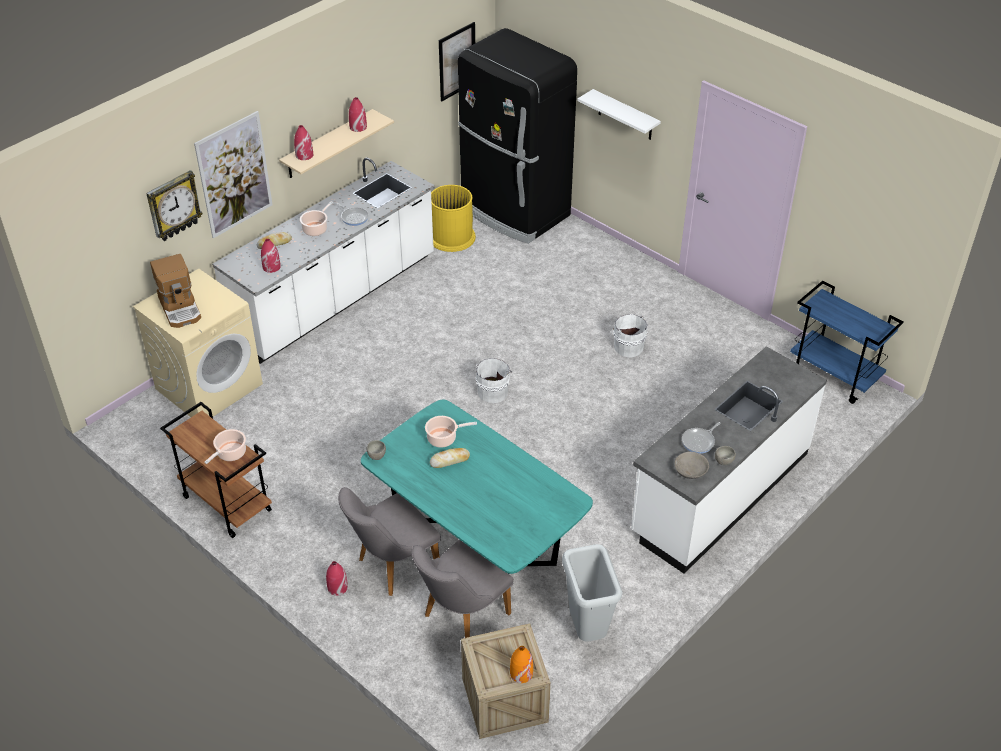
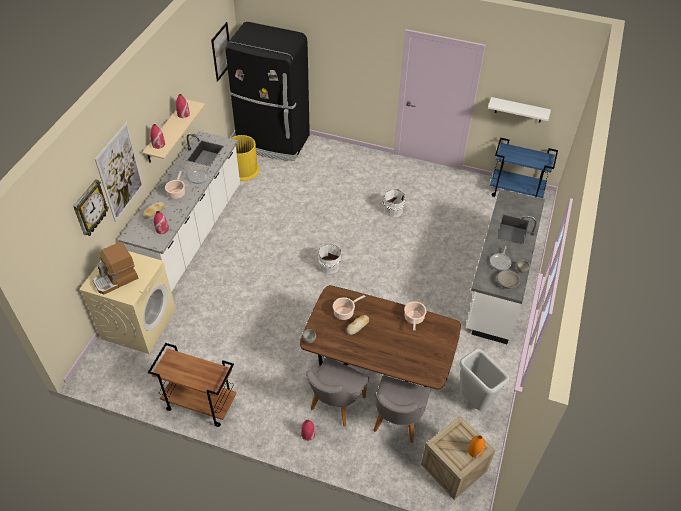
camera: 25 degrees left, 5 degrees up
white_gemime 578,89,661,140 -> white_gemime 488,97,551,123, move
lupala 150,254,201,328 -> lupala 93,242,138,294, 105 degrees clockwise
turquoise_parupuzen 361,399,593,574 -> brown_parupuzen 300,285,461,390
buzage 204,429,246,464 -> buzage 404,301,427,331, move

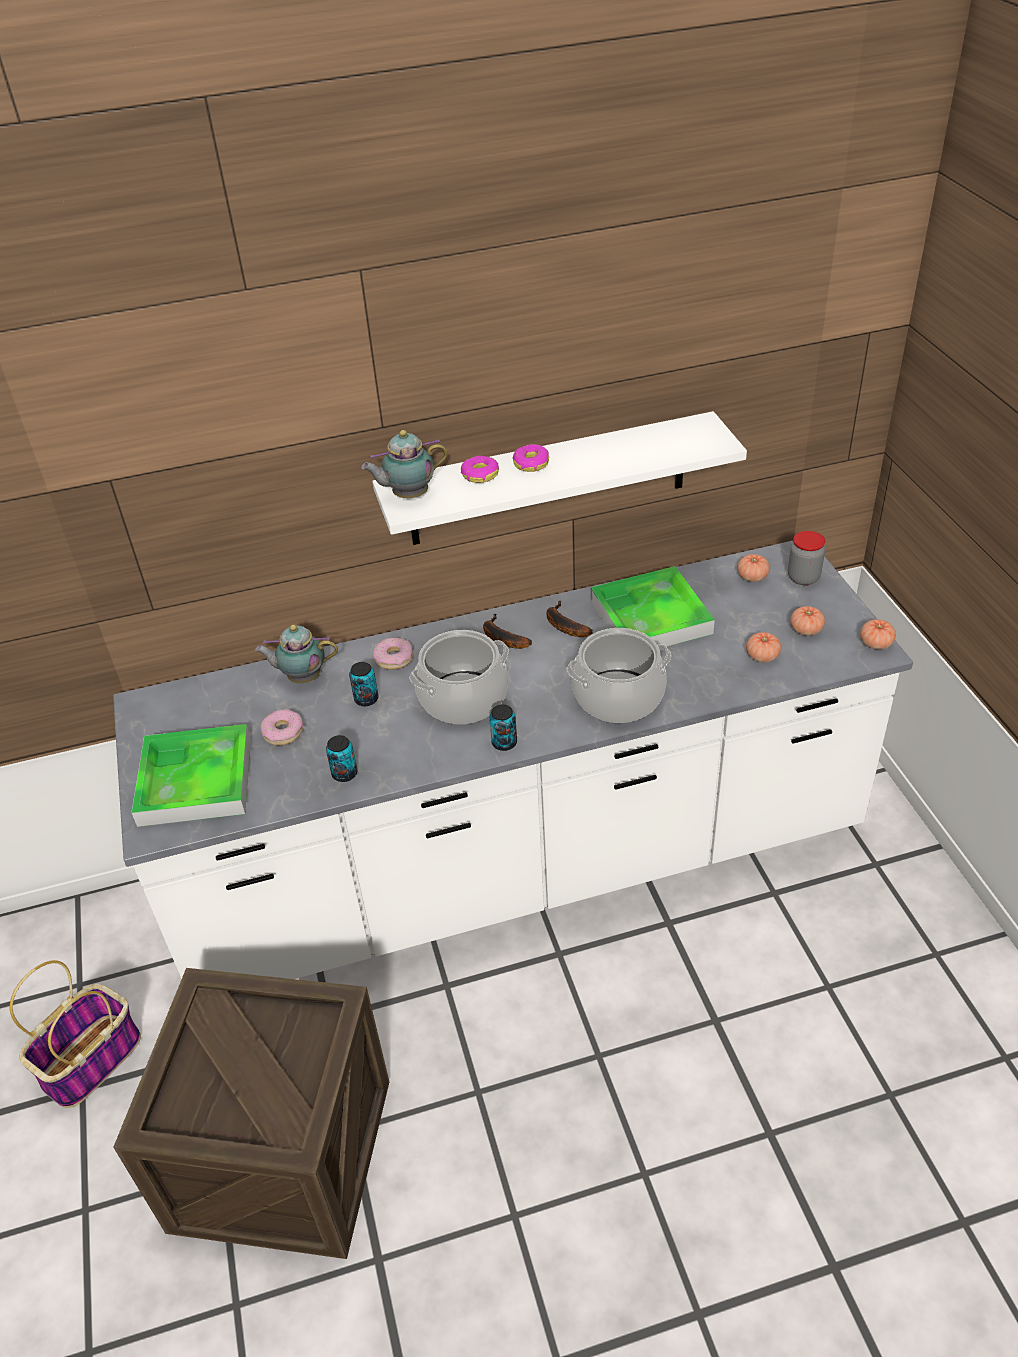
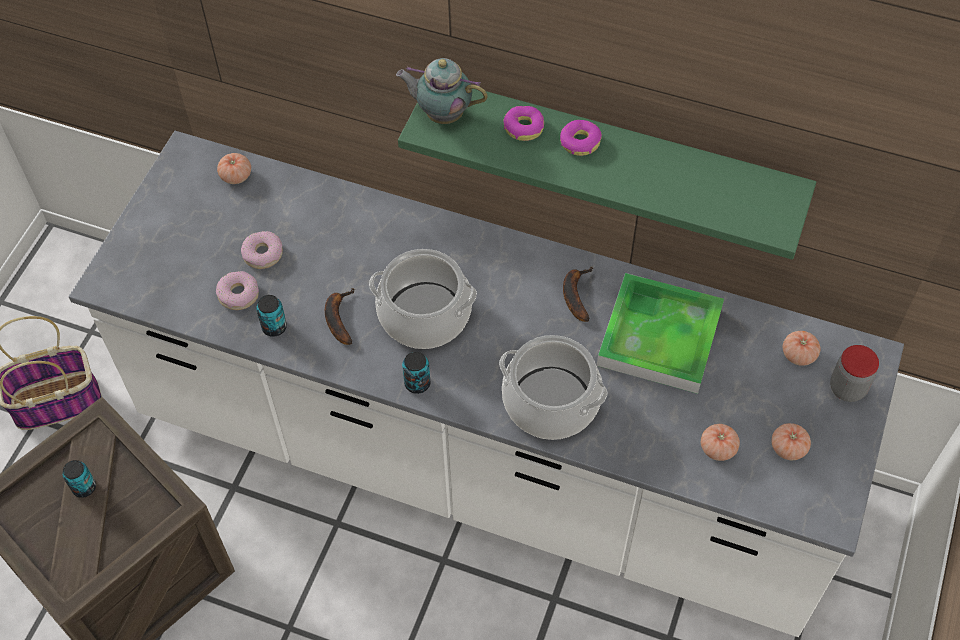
camera: 35 degrees right, 15 degrees up
white_gemime 372,411,747,545 -> green_gemime 398,89,816,260
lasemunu 483,614,532,649 -> lasemunu 325,288,355,345, move
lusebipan 860,619,896,649 -> lusebipan 217,153,251,184, move
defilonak 255,625,338,683 -> none
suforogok 373,638,413,670 -> suforogok 216,271,259,310, move
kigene 349,662,378,706 -> kigene 62,460,96,498, move
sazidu 131,724,251,827 -> none

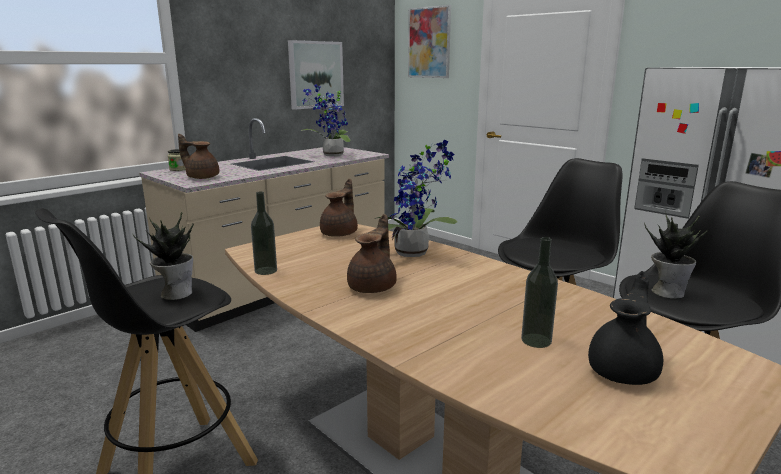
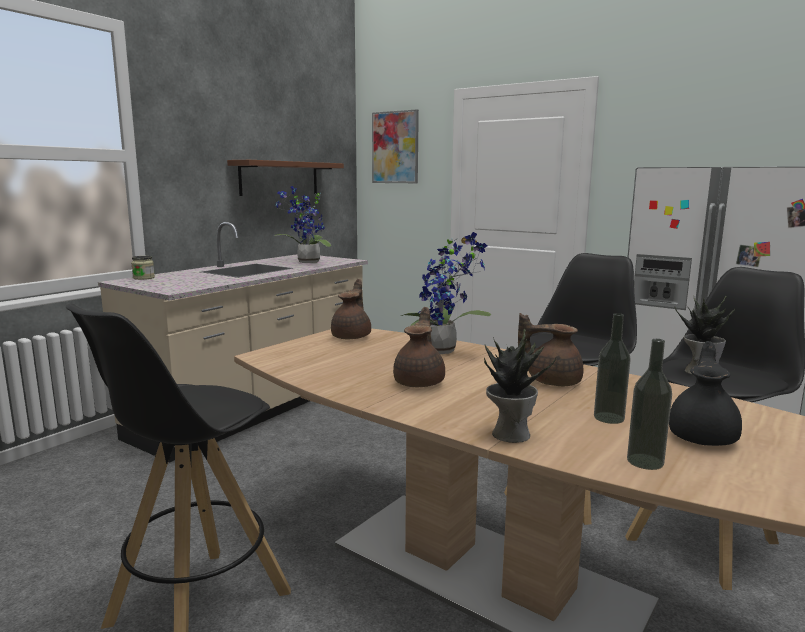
camera: 10 degrees left, 5 degrees down
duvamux 288,40,344,110 -> brown_gemime 227,160,344,196
brown_defilonak 178,134,219,179 -> brown_defilonak 518,313,584,386, move
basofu 251,191,277,275 -> basofu 627,339,672,470, move
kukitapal 132,212,194,300 -> kukitapal 484,329,556,443, move

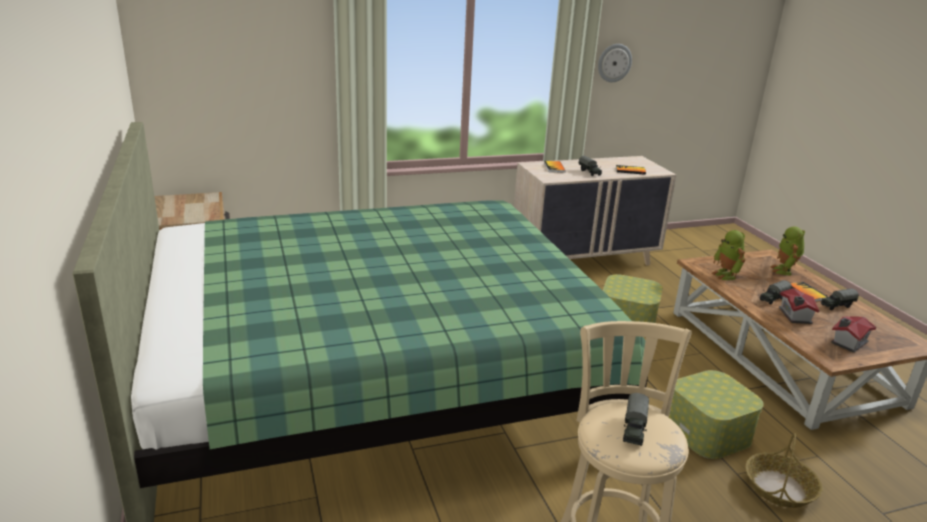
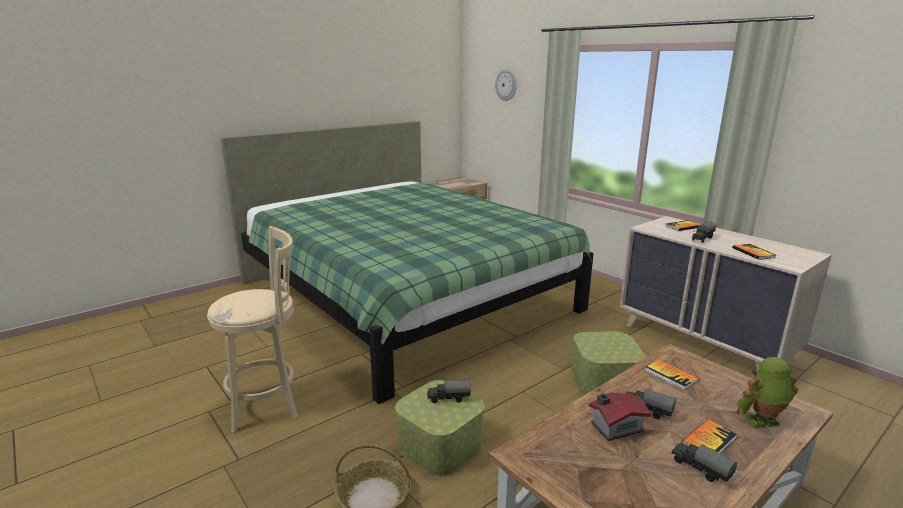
camera: 70 degrees right, 5 degrees down
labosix 598,44,632,82 -> labosix 495,70,517,101, move
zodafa 711,230,745,280 -> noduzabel 645,359,699,390
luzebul 831,316,876,353 -> none
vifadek 623,393,649,446 -> vifadek 427,380,470,403, move

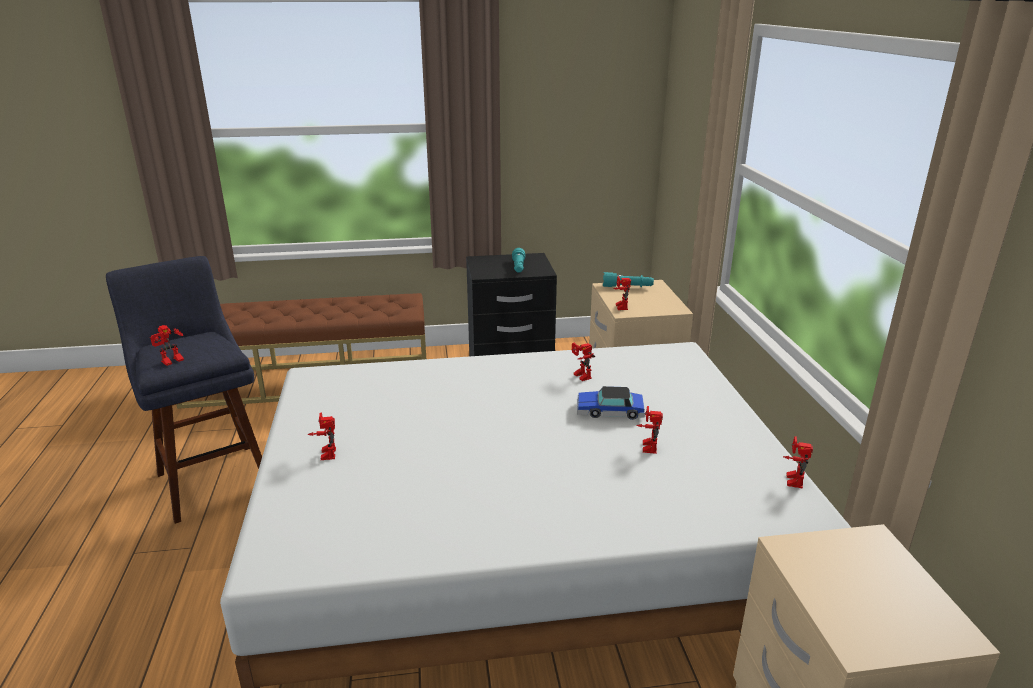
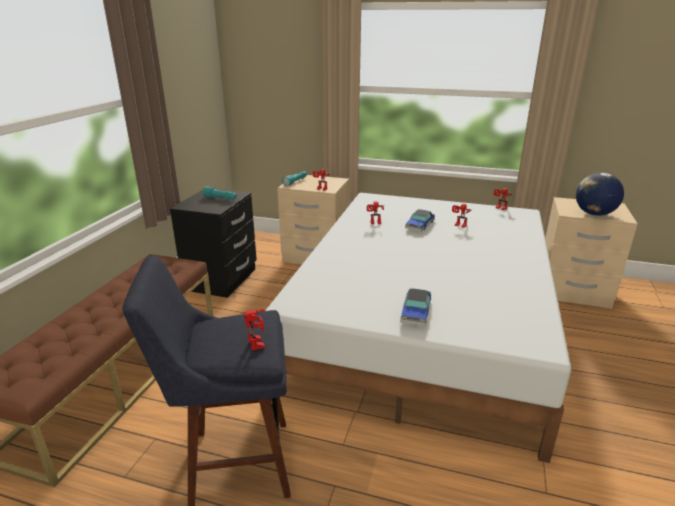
camera: 65 degrees left, 0 degrees up
zodafa 307,413,336,460 -> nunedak 400,288,431,326
none -> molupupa 576,173,624,216

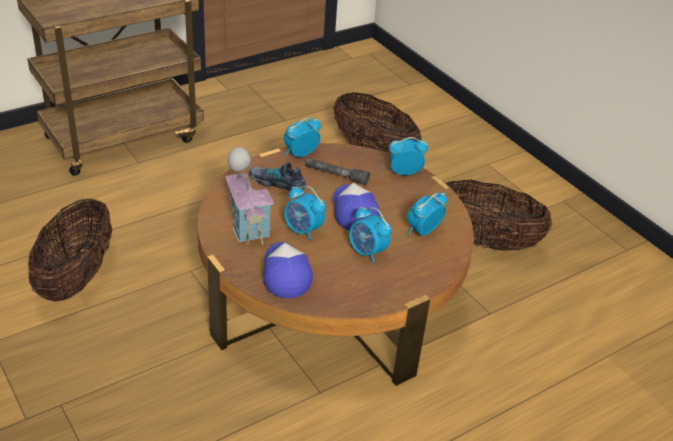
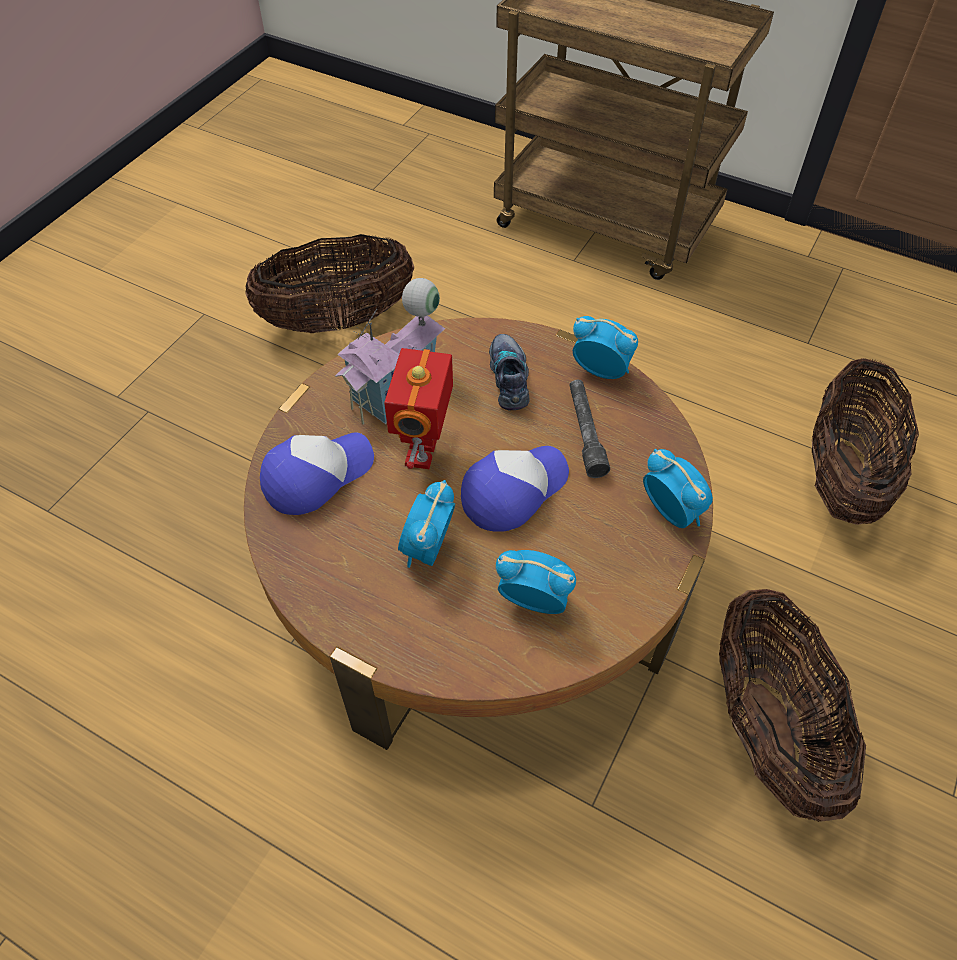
camera: 65 degrees right, 15 degrees up
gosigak 284,186,326,240 -> zodafa 384,348,453,469

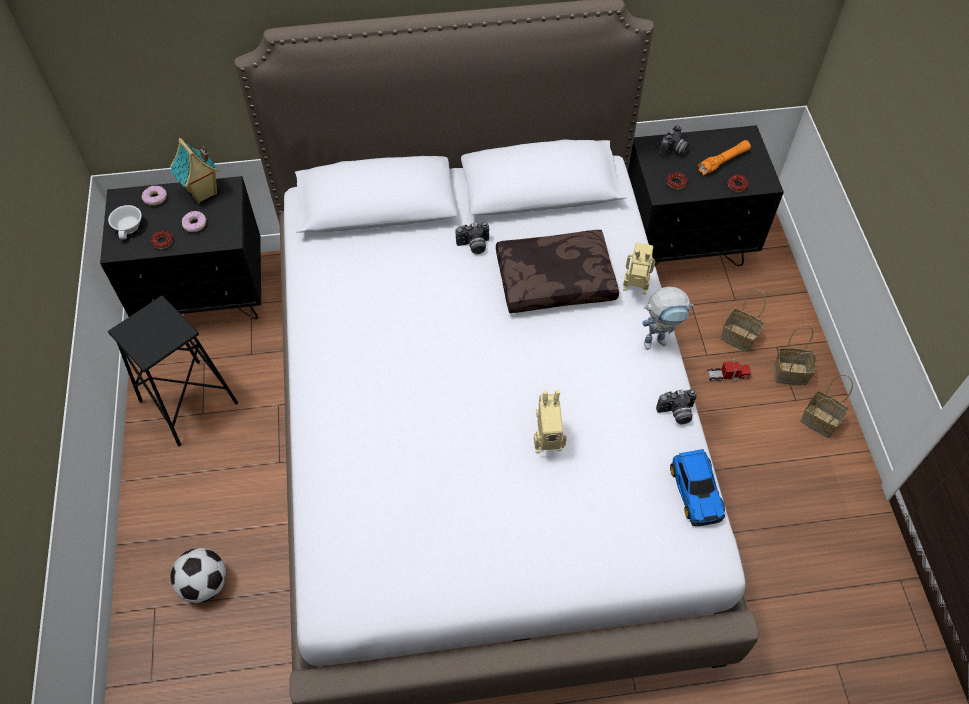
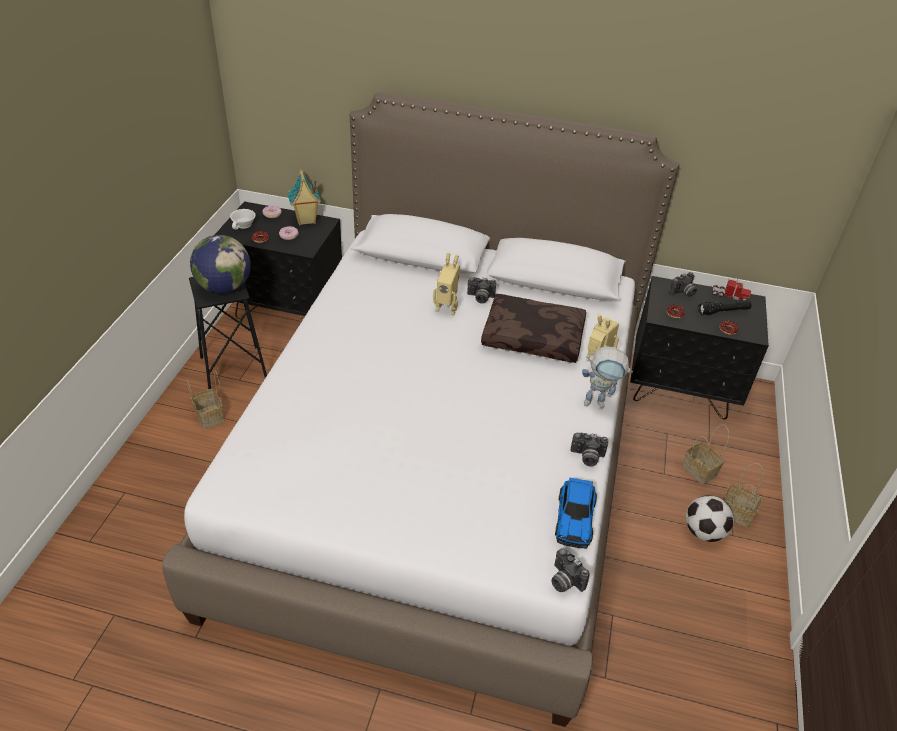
camera: 20 degrees right, 15 degrees down
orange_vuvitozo 698,140,751,175 -> black_vuvitozo 698,300,751,315
vifadek 707,359,751,381 -> vifadek 712,279,751,301, move
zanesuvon 800,374,853,438 -> zanesuvon 186,370,224,429, move
zodafa 534,390,567,453 -> zodafa 433,253,460,316, move
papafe 170,548,226,603 -> papafe 686,495,734,542, move
none -> molupupa 190,235,251,294
none -> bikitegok 551,548,590,592

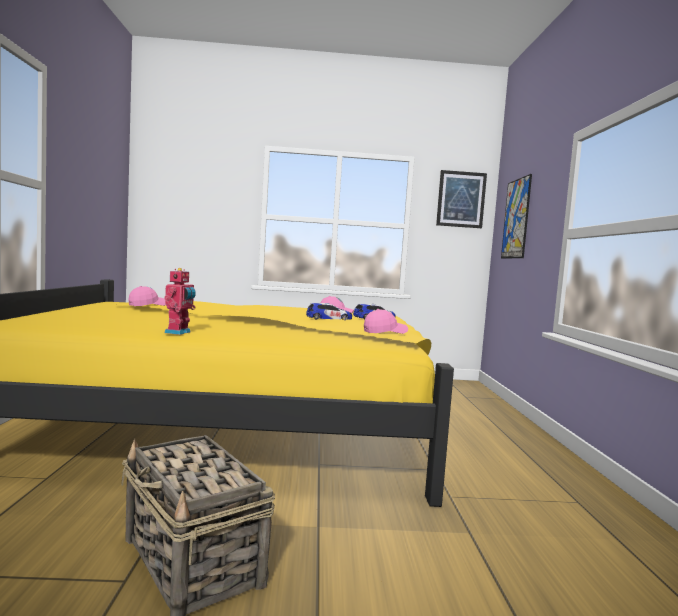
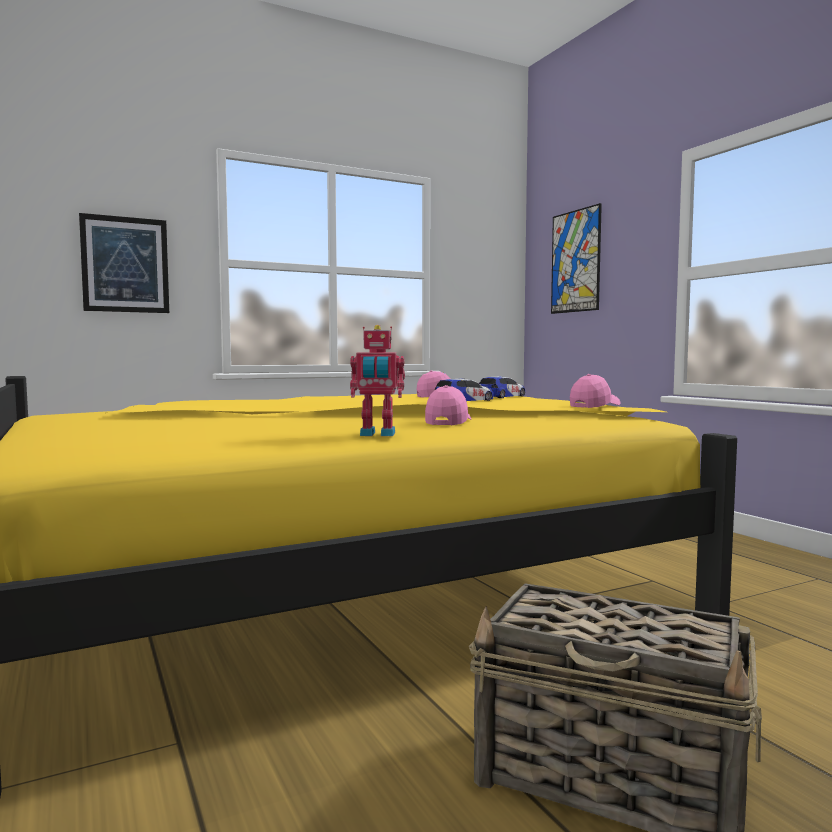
camera: 25 degrees left, 0 degrees up
duvamux 436,170,487,228 -> duvamux 79,213,169,313, move
zodafa 164,268,196,335 -> zodafa 350,325,405,436, 105 degrees clockwise
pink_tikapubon 128,286,165,306 -> pink_tikapubon 425,385,471,425, move

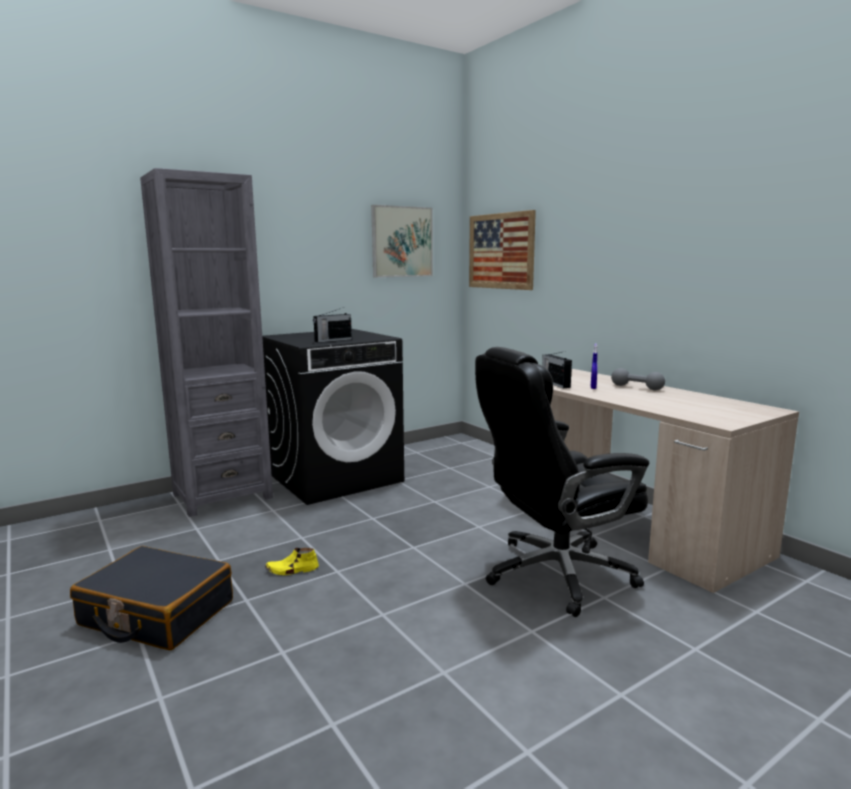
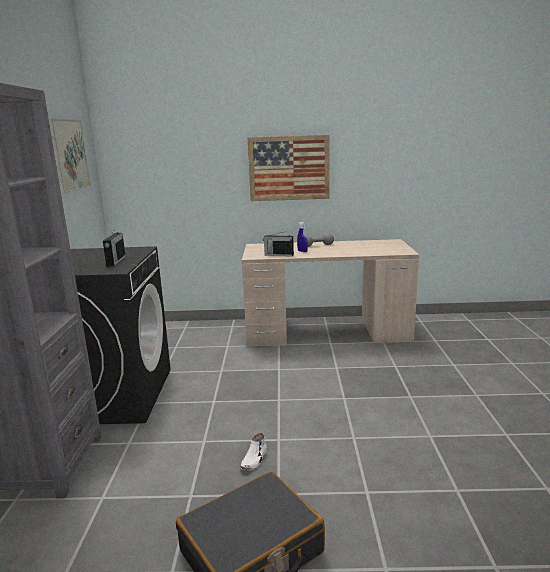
camera: 55 degrees left, 5 degrees up
duvamux 469,210,536,290 -> duvamux 248,135,329,201, move
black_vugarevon 475,347,649,617 -> none
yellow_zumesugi 265,548,319,575 -> white_zumesugi 240,433,267,470

